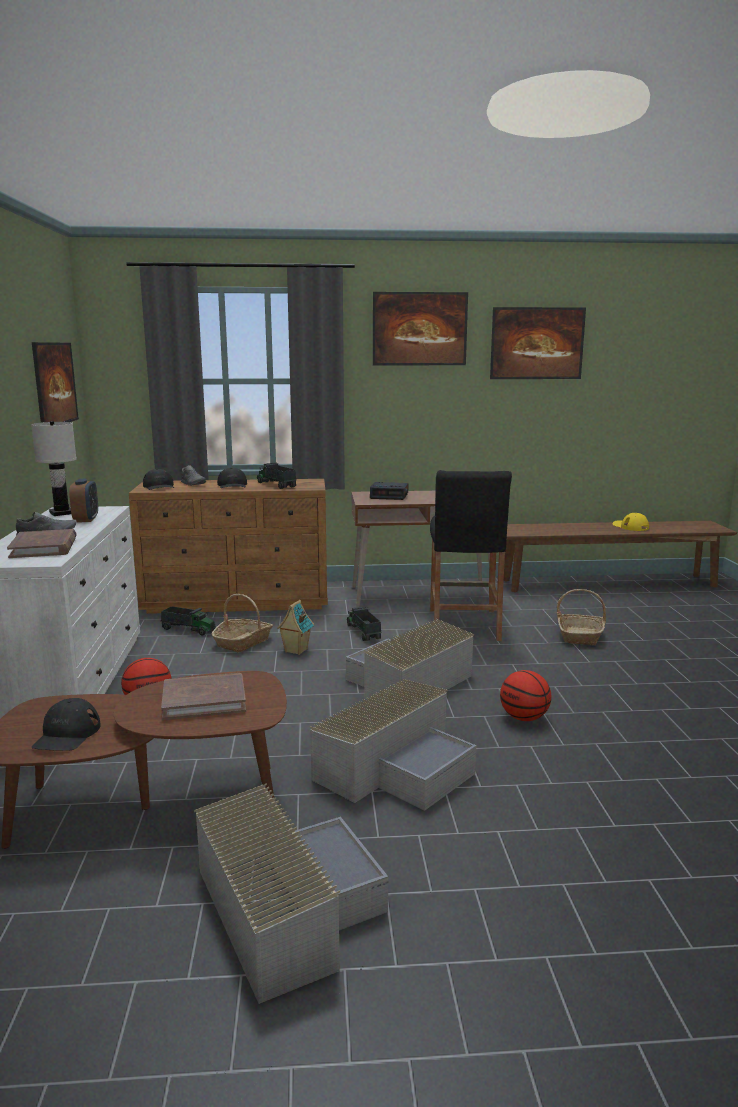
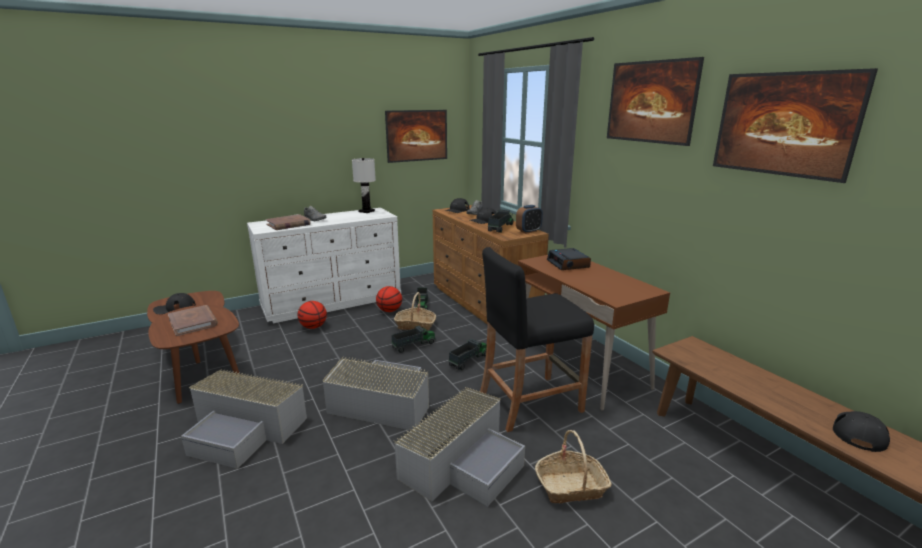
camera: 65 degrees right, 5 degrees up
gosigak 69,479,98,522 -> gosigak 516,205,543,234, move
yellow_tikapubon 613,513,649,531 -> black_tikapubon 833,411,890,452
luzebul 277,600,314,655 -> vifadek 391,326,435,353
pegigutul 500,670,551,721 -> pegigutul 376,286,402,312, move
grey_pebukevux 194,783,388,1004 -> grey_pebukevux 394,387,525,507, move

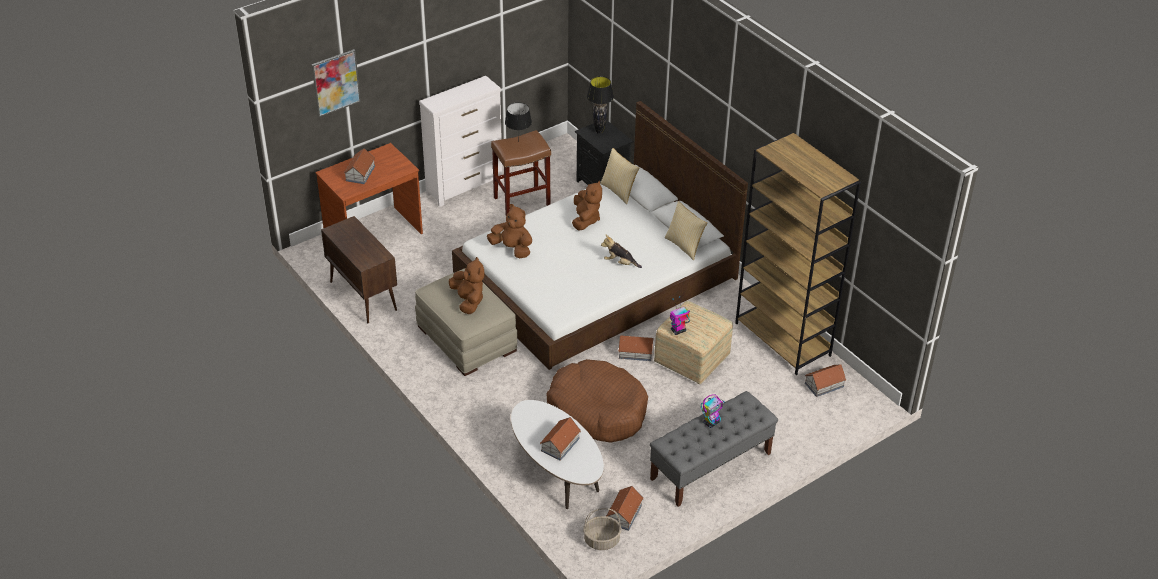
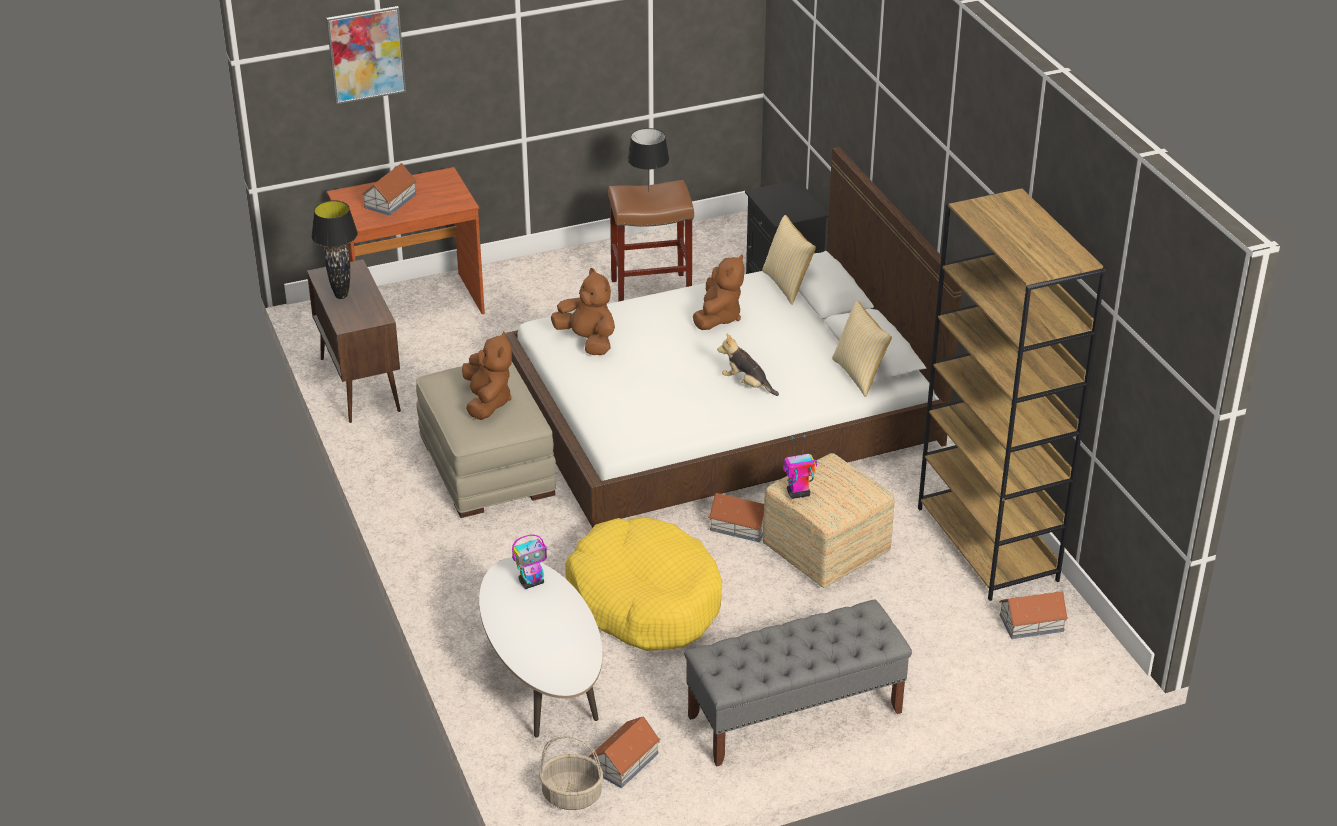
camera: 15 degrees right, 5 degrees down
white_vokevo 419,76,503,207 -> none
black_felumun 587,76,614,134 -> black_felumun 311,200,358,299, move
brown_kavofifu 547,359,648,443 -> yellow_kavofifu 565,517,722,651
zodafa 701,394,725,428 -> zodafa 512,535,547,589, move
luzebul 540,417,581,461 -> none

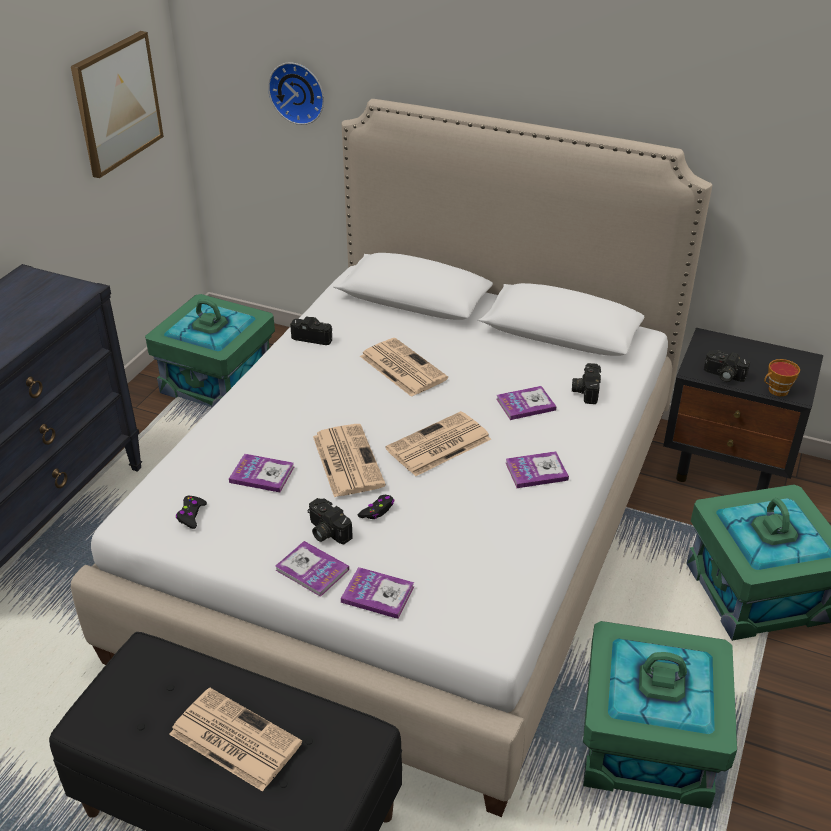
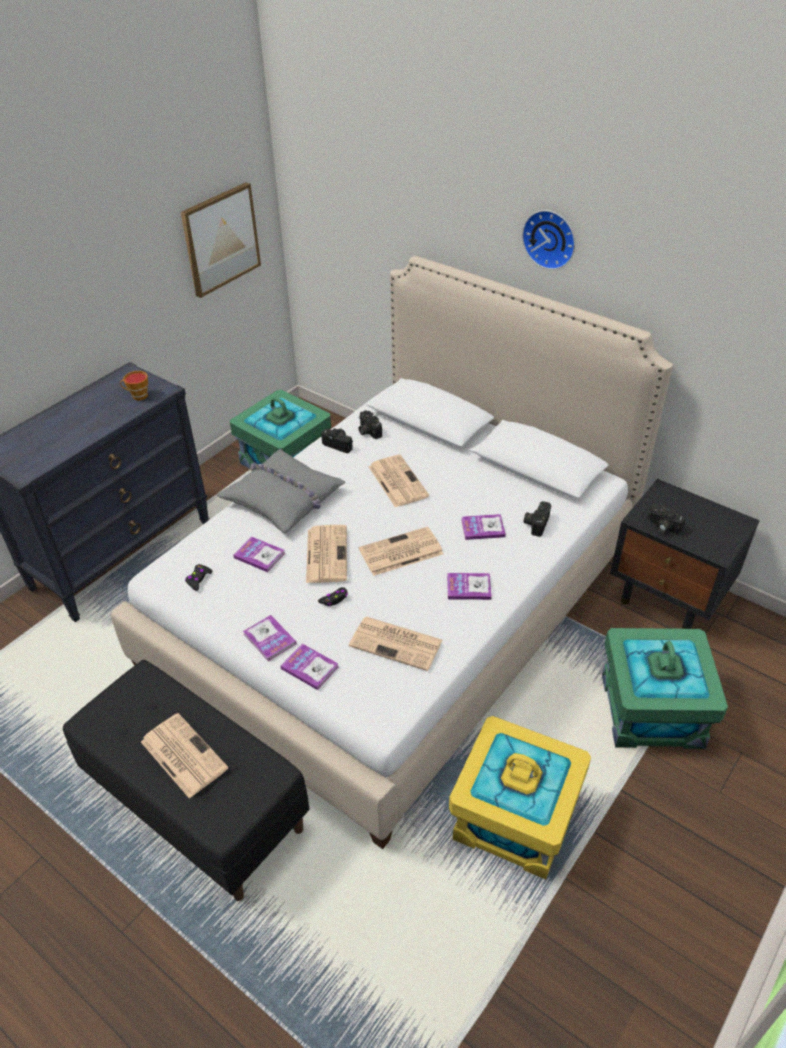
camera: 15 degrees right, 5 degrees up
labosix 268,62,324,125 -> labosix 522,210,575,270, move
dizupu 764,359,800,396 -> dizupu 120,371,148,401, move
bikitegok 308,498,353,544 -> bikitegok 358,410,382,439, move
green_pebukevux 583,621,737,809 -> yellow_pebukevux 449,716,591,880
none -> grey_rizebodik 217,449,345,533
none -> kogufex 349,617,443,671

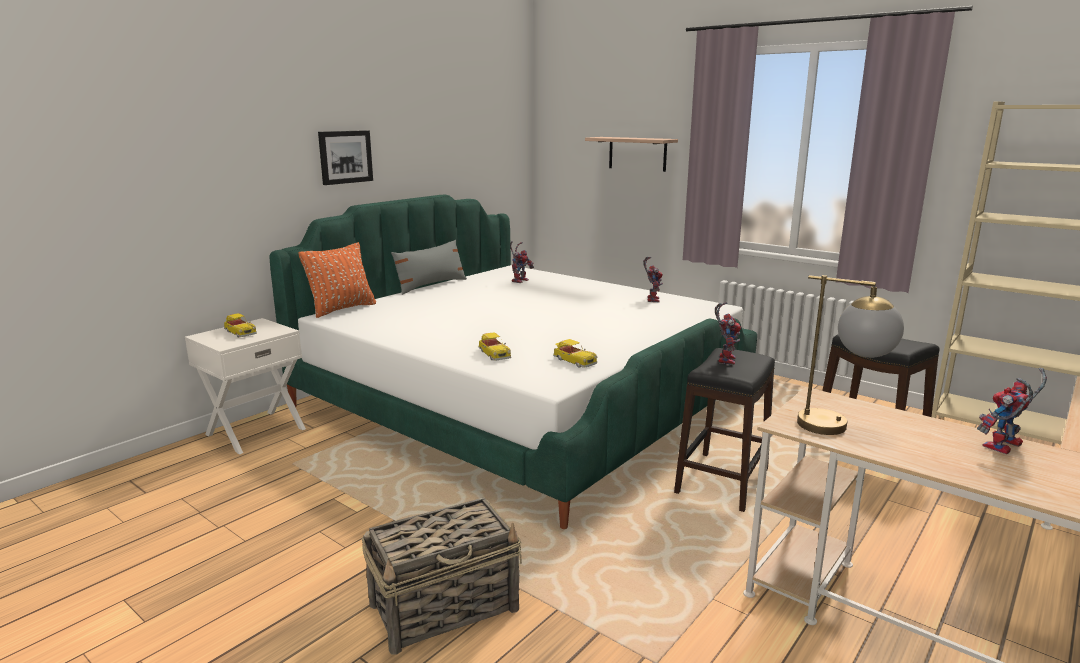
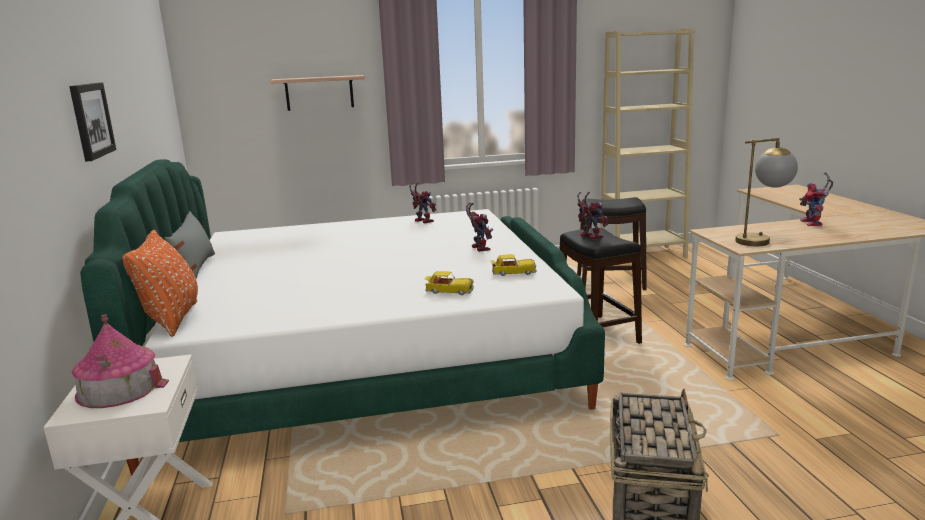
camera: 50 degrees left, 0 degrees up
zodafa 510,241,534,283 -> zodafa 466,202,493,252, move
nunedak 224,313,257,338 -> luzebul 72,315,169,408

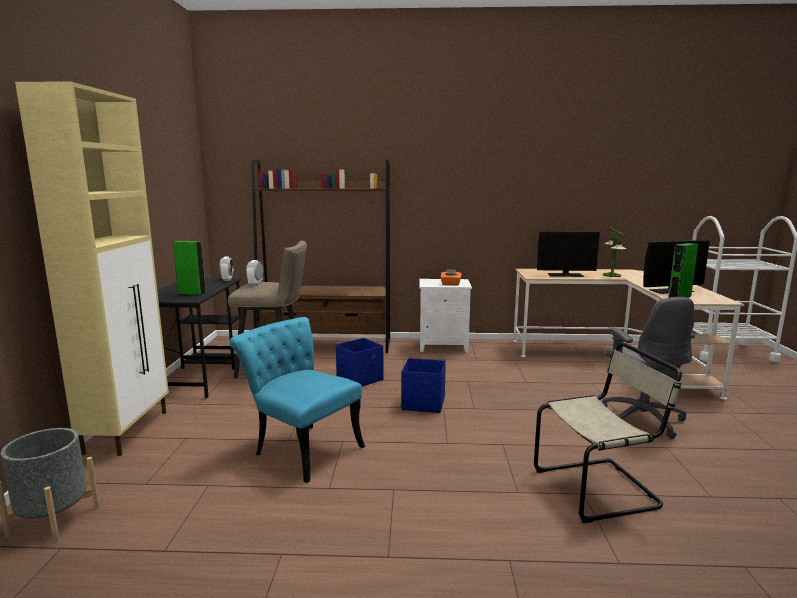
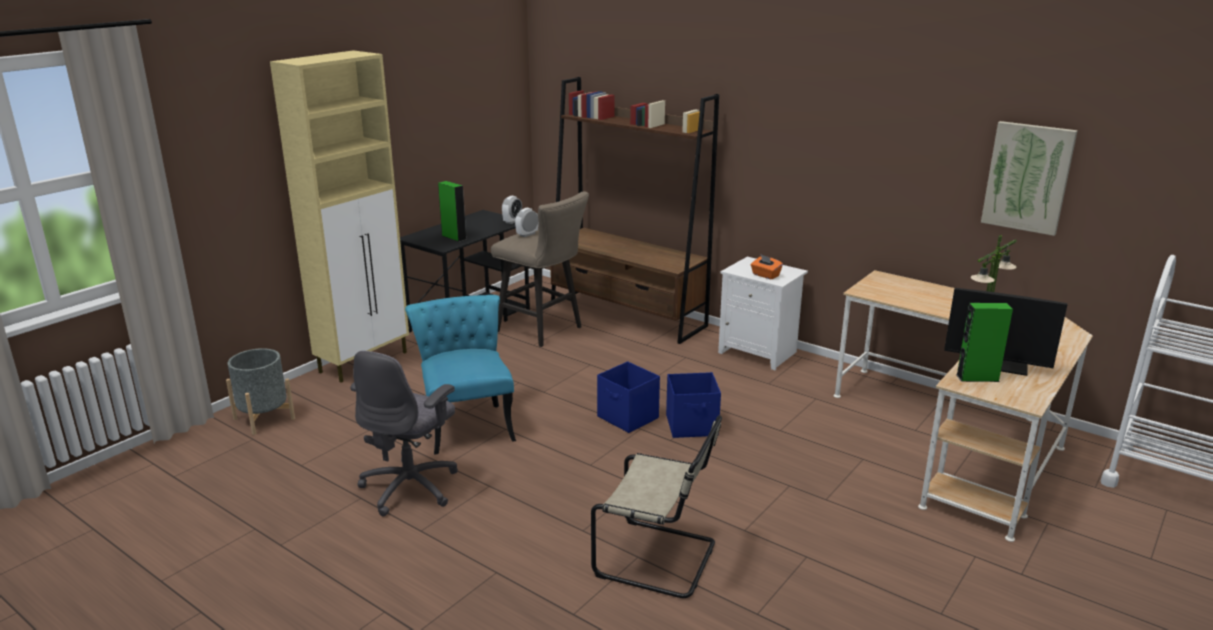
camera: 35 degrees right, 10 degrees up
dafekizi 537,231,600,277 -> none
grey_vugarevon 602,297,695,439 -> grey_vugarevon 350,351,458,517, move
blue_pebukevux 336,338,384,386 -> blue_pebukevux 666,372,721,438, move
none -> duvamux 981,121,1078,236

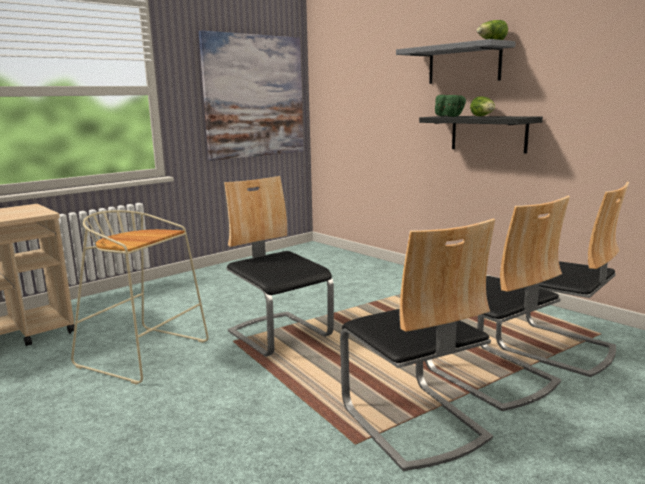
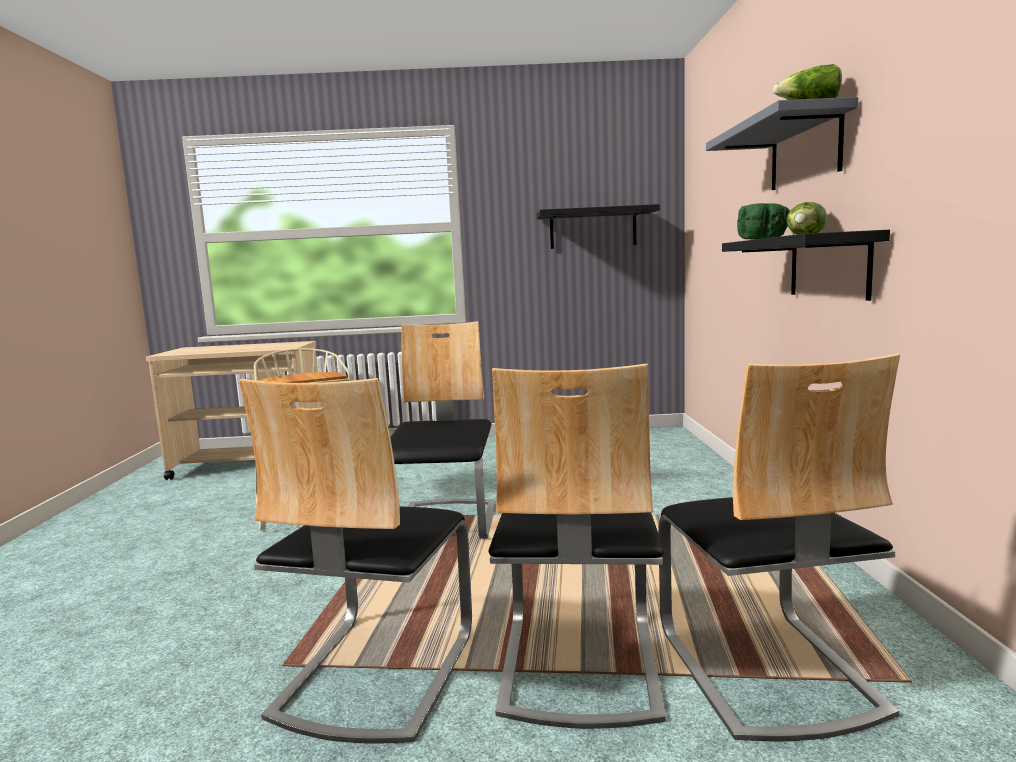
camera: 40 degrees right, 5 degrees down
duvamux 199,30,304,161 -> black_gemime 536,204,660,249

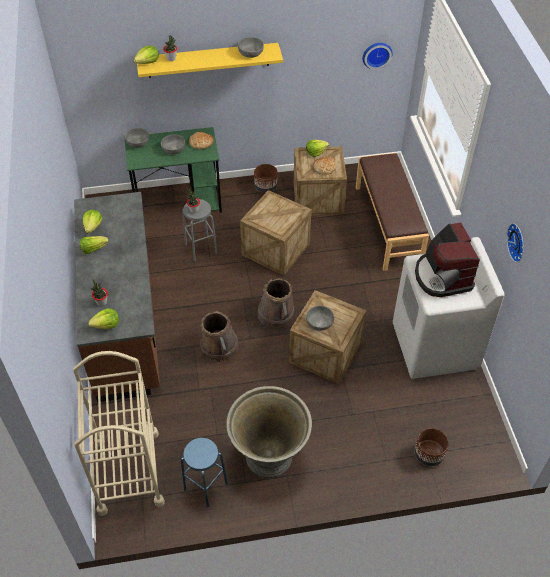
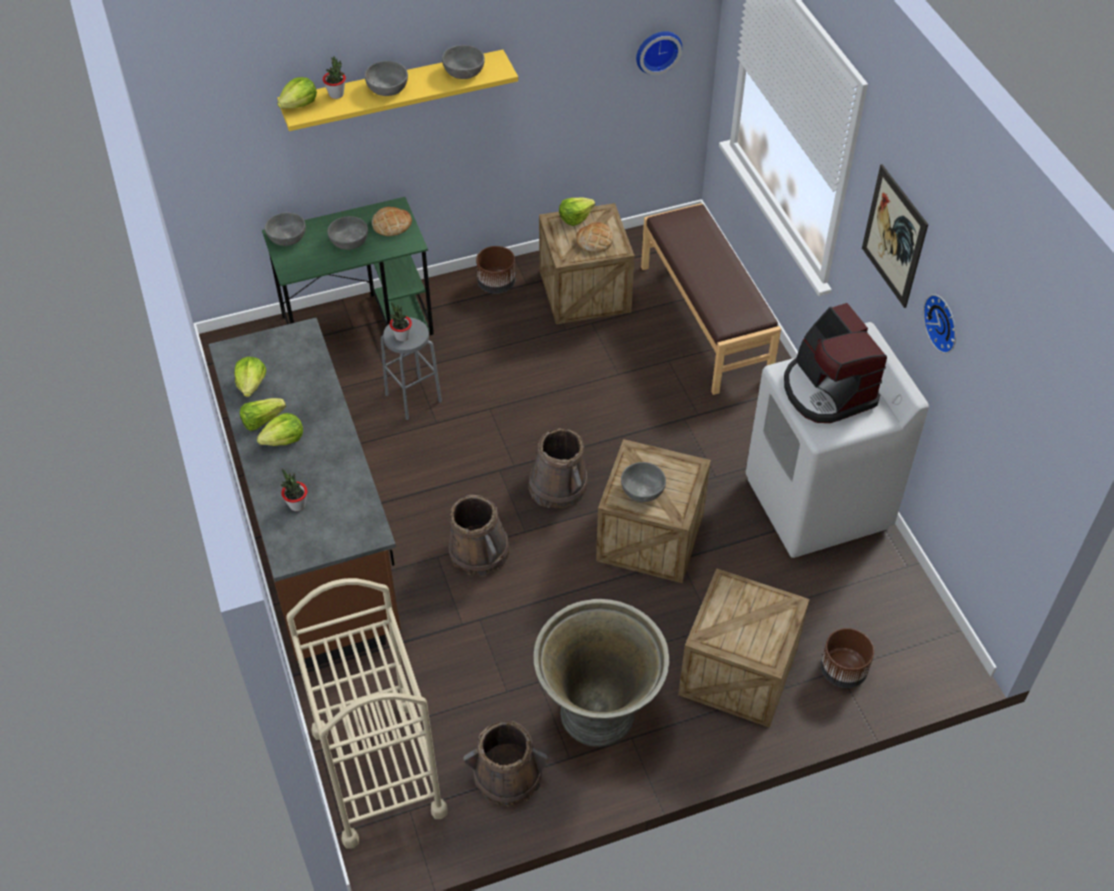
camera: 10 degrees left, 0 degrees up
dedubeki 240,190,311,276 -> dedubeki 678,568,810,728, move
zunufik 88,308,119,329 -> zunufik 257,413,303,446, move
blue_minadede 181,438,228,507 -> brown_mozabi 463,721,548,806
none -> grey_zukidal 365,61,408,96
none -> duvamux 862,164,928,308

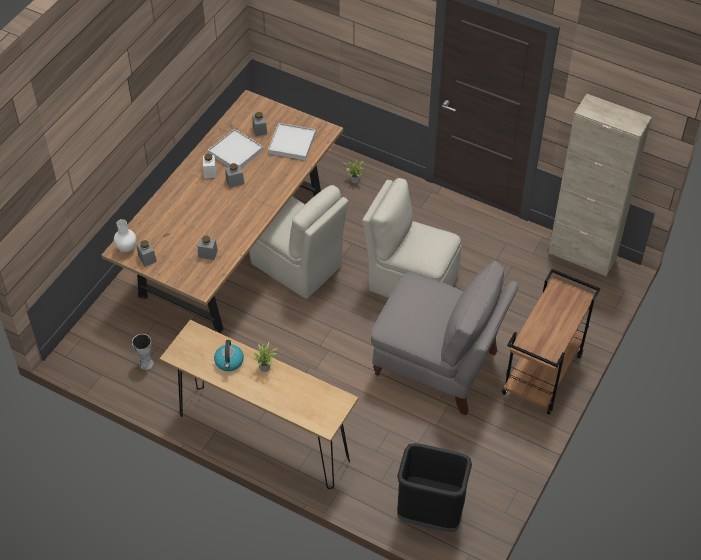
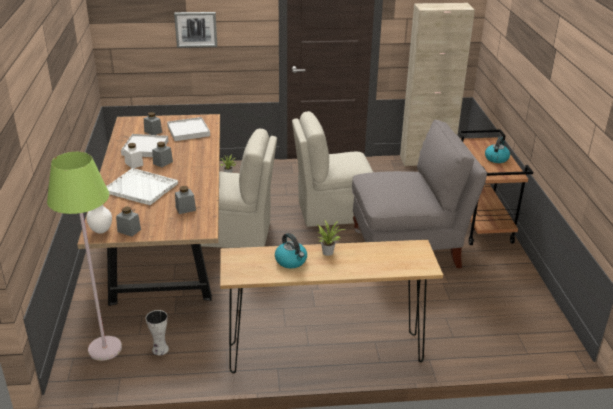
camera: 35 degrees left, 20 degrees down
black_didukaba 397,443,472,532 -> none
none -> duvamux 174,12,217,48
none -> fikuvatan 485,137,510,163
none -> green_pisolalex 47,152,122,361
none -> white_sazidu 106,168,178,205

